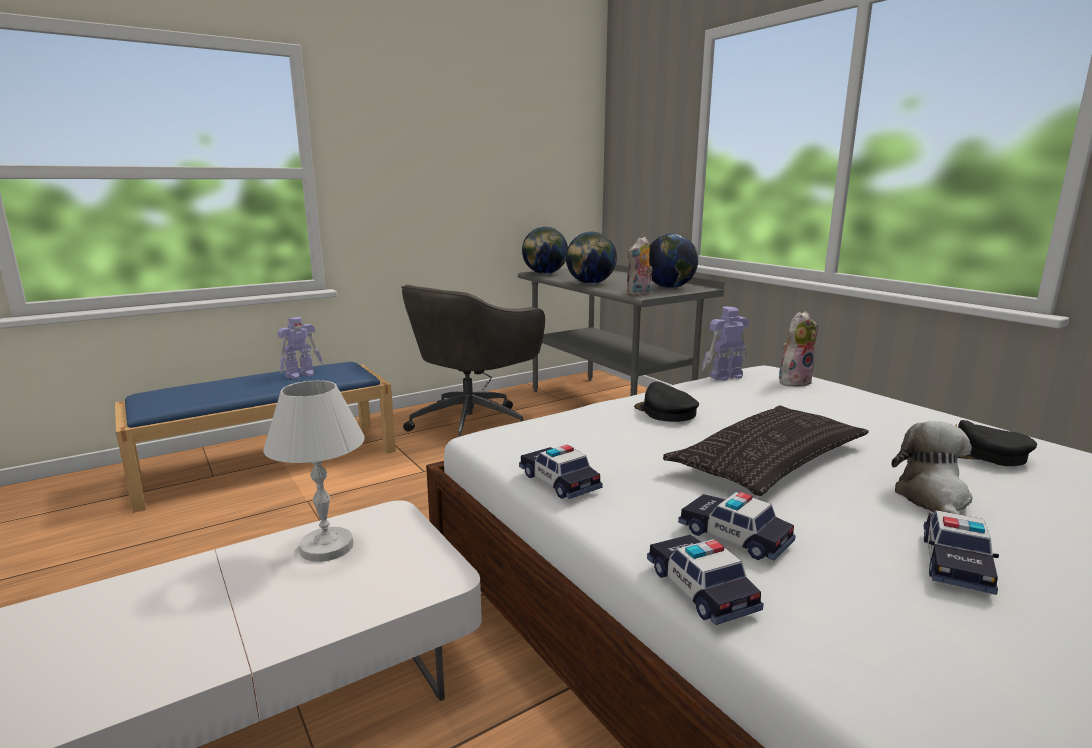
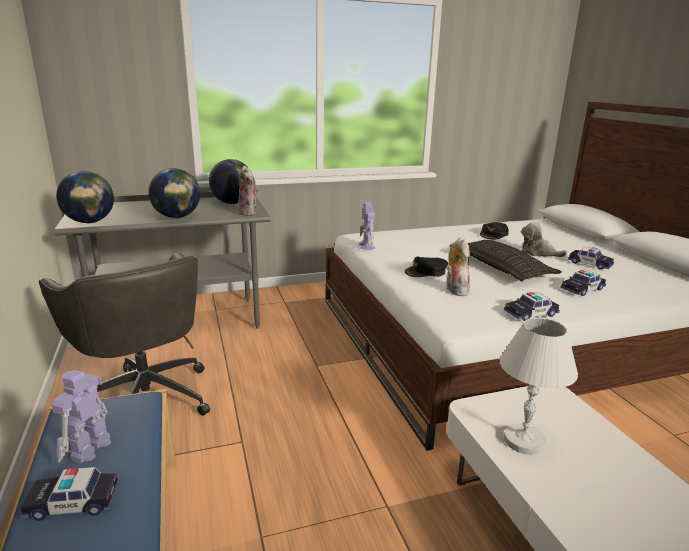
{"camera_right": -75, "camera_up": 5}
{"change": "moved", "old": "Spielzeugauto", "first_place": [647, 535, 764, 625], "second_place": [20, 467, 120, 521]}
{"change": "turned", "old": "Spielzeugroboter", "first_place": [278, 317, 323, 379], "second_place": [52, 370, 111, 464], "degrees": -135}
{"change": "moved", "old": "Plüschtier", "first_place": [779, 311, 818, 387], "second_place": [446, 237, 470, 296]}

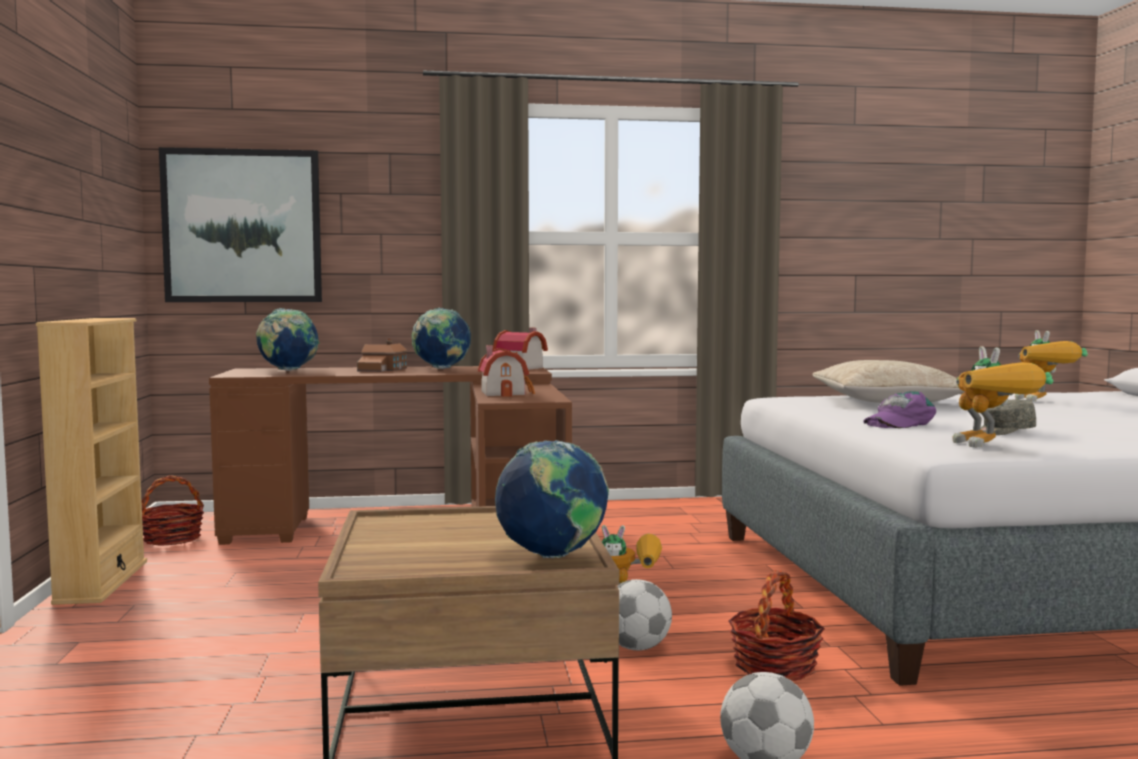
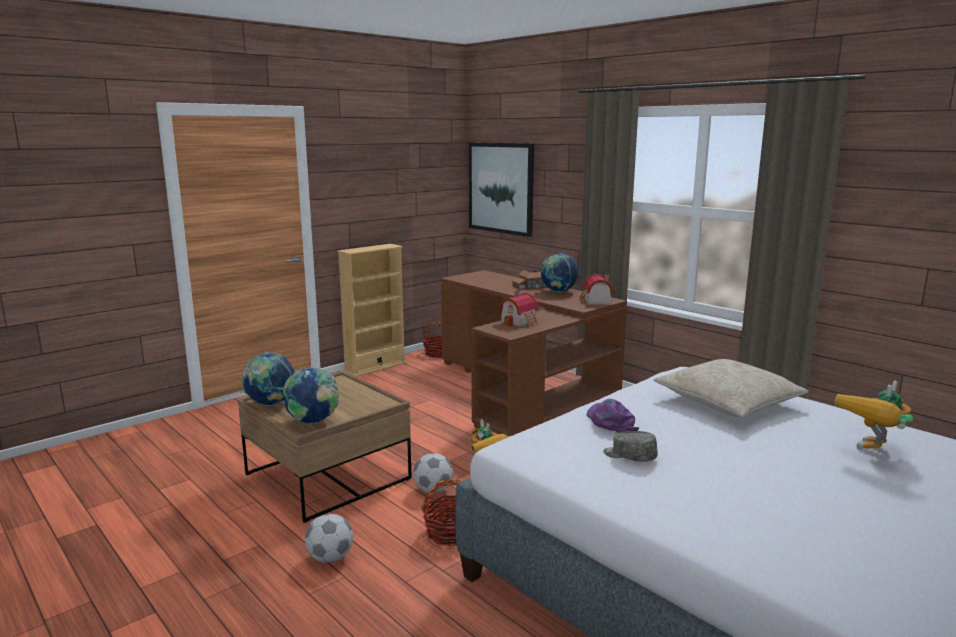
{"camera_right": 55, "camera_up": 10}
{"change": "moved", "old": "Globus", "first_place": [256, 308, 320, 371], "second_place": [241, 352, 295, 406]}
{"change": "turned", "old": "Kappe [lila]", "first_place": [863, 391, 936, 428], "second_place": [586, 399, 639, 433], "degrees": 60}
{"change": "removed", "old": "Spielzeugroboter", "first_place": [952, 346, 1053, 448]}

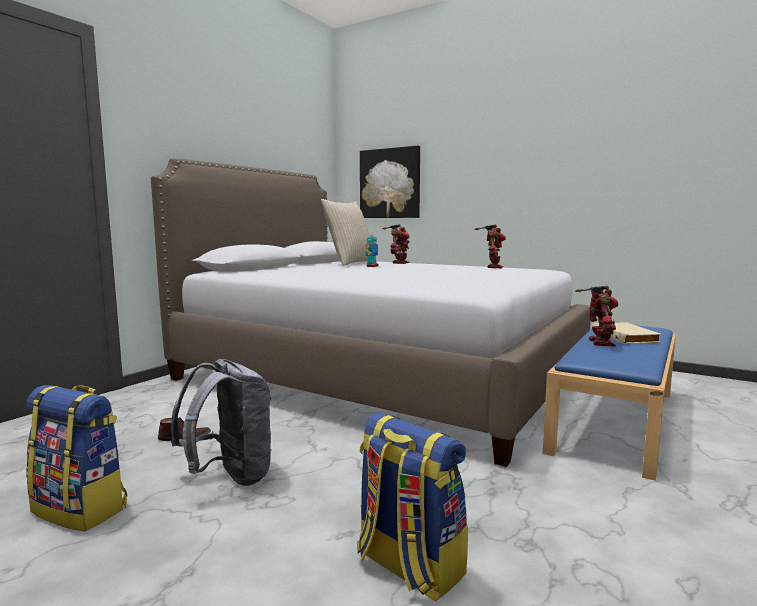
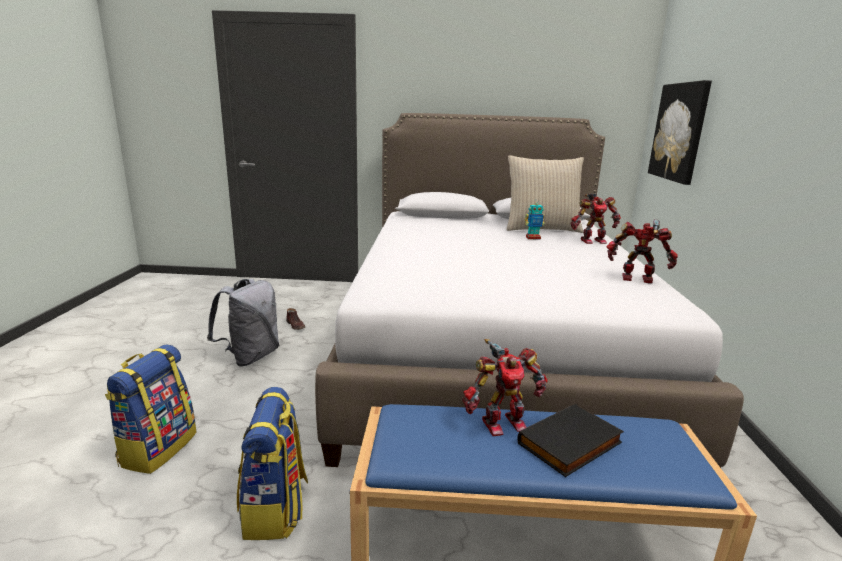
{"camera_right": 60, "camera_up": 10}
{"change": "moved", "old": "Rucksack", "first_place": [26, 385, 127, 532], "second_place": [237, 387, 308, 540]}
{"change": "recoloured", "old": "Buch [beige]", "new": "Buch [schwarz]", "first_place": [593, 322, 662, 344], "second_place": [517, 404, 624, 477]}
{"change": "turned", "old": "Spielzeugroboter", "first_place": [475, 224, 506, 268], "second_place": [607, 219, 678, 283], "degrees": -150}

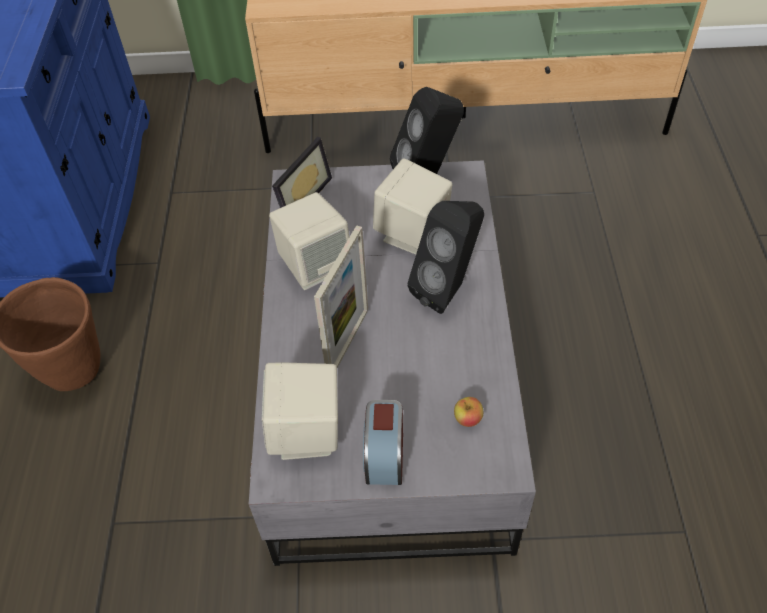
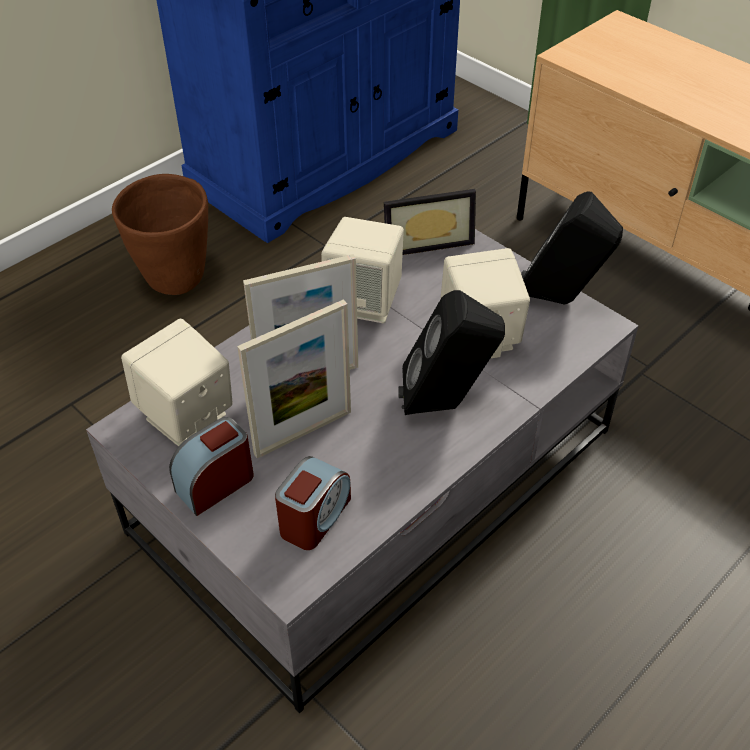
{"camera_right": 45, "camera_up": -5}
{"change": "added", "new": "Bilderrahmen", "second_place": [237, 300, 351, 458]}
{"change": "replaced", "old": "Apfel", "new": "Wecker", "first_place": [454, 397, 483, 427], "second_place": [275, 456, 351, 550]}

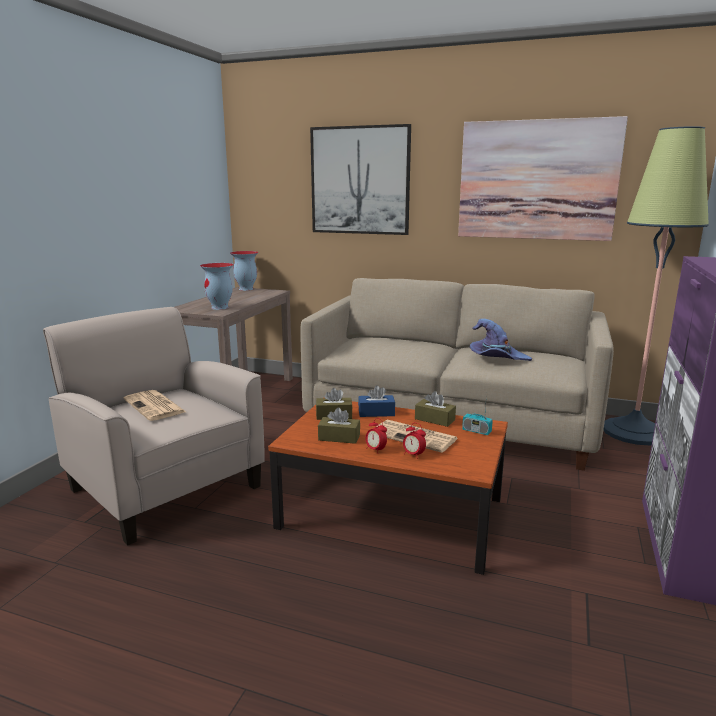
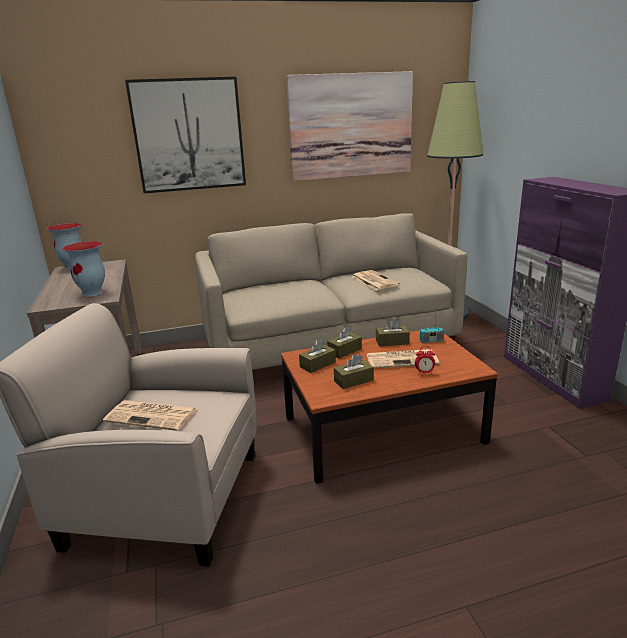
{"camera_right": -35, "camera_up": 5}
{"change": "recoloured", "old": "Taschentuchbox [blau]", "new": "Taschentuchbox [braun]", "first_place": [358, 385, 395, 417], "second_place": [327, 327, 362, 359]}
{"change": "replaced", "old": "Hut [lila]", "new": "Zeitung", "first_place": [470, 319, 532, 361], "second_place": [352, 270, 400, 290]}
{"change": "removed", "old": "Wecker", "first_place": [366, 418, 387, 453]}

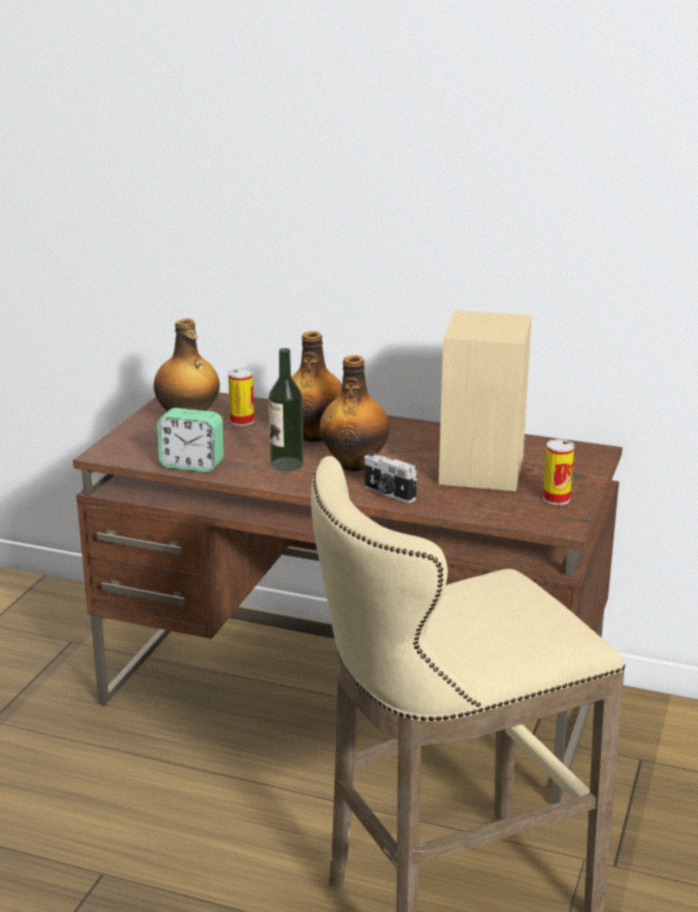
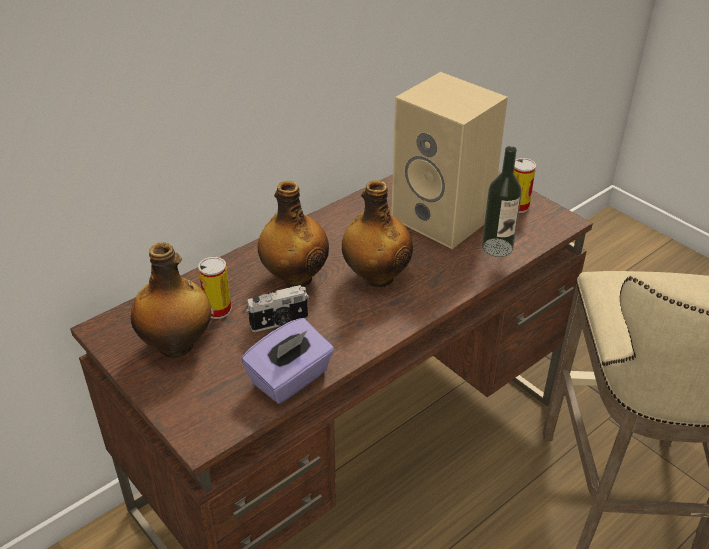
{"camera_right": -60, "camera_up": 15}
{"change": "replaced", "old": "Wecker", "new": "Taschentuchbox [lila]", "first_place": [157, 408, 224, 472], "second_place": [241, 318, 334, 404]}
{"change": "moved", "old": "Kamera", "first_place": [364, 451, 417, 503], "second_place": [246, 285, 309, 332]}
{"change": "moved", "old": "Flasche", "first_place": [269, 348, 304, 471], "second_place": [482, 146, 522, 257]}

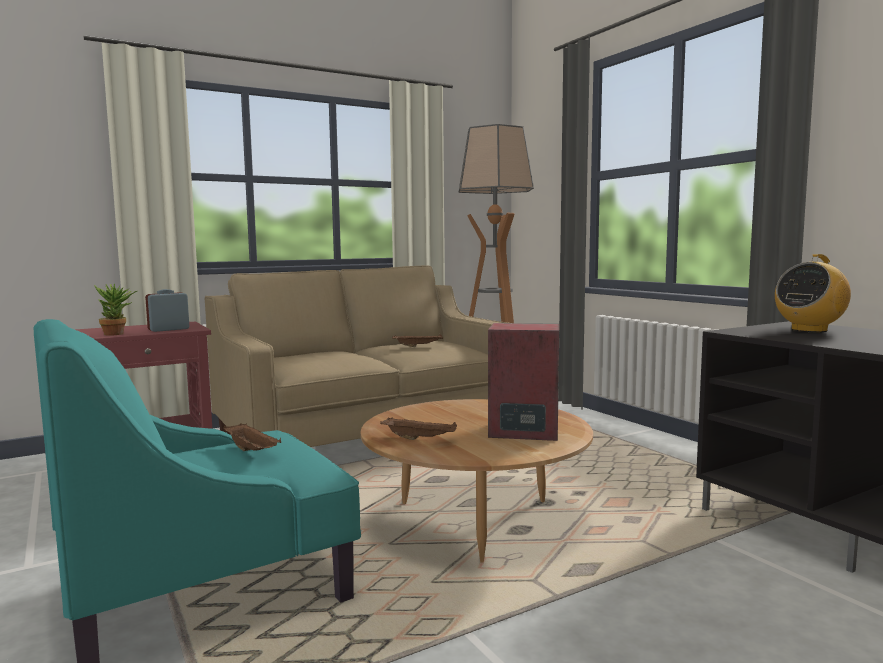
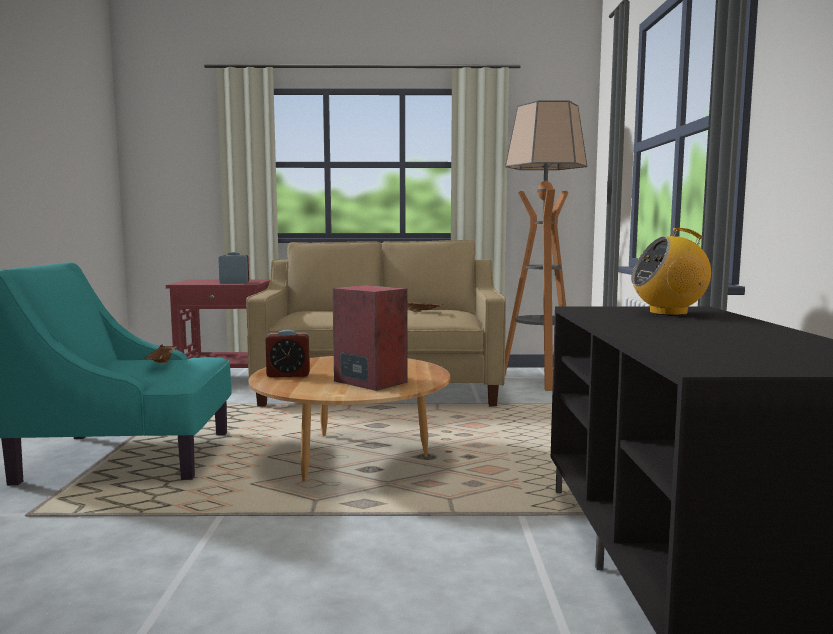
{"camera_right": 30, "camera_up": 0}
{"change": "replaced", "old": "Tablett [braun]", "new": "Wecker", "first_place": [380, 417, 457, 440], "second_place": [265, 330, 310, 377]}
{"change": "removed", "old": "Topfpflanze", "first_place": [94, 284, 137, 336]}

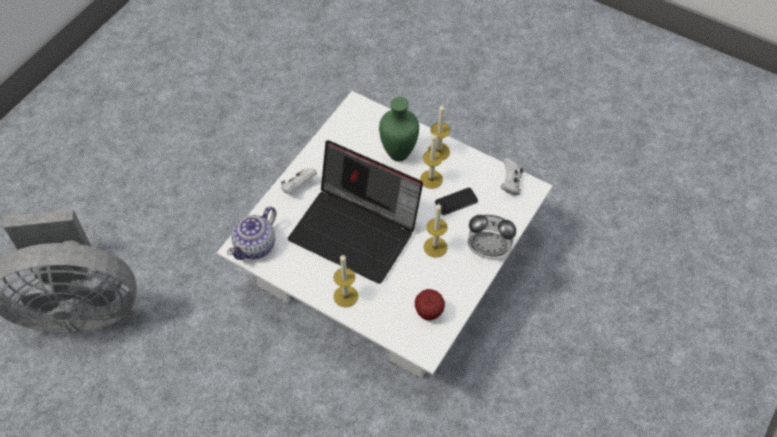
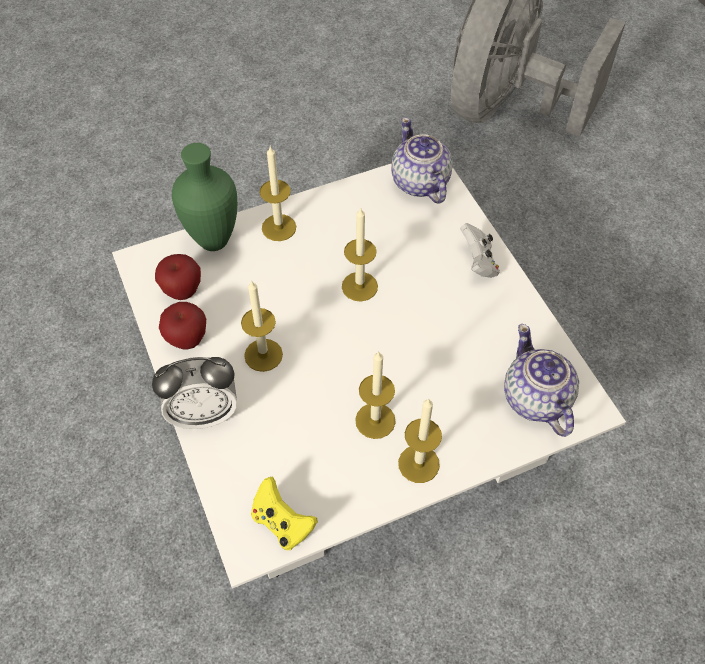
{"camera_right": 125, "camera_up": 0}
{"change": "turned", "old": "Wecker", "first_place": [468, 215, 516, 259], "second_place": [152, 357, 237, 429], "degrees": -150}
{"change": "added", "new": "Apfel", "second_place": [159, 302, 206, 349]}
{"change": "moved", "old": "Vase [grün]", "first_place": [379, 97, 419, 162], "second_place": [172, 143, 237, 251]}
{"change": "recoloured", "old": "Gamepad [weiß]", "new": "Gamepad [gelb]", "first_place": [501, 158, 523, 196], "second_place": [251, 477, 318, 550]}
{"change": "replaced", "old": "Laptop", "new": "Kerze", "first_place": [288, 140, 423, 284], "second_place": [342, 208, 378, 301]}
{"change": "added", "new": "Teekanne", "second_place": [504, 324, 579, 437]}
{"change": "removed", "old": "Handy", "first_place": [435, 188, 478, 215]}

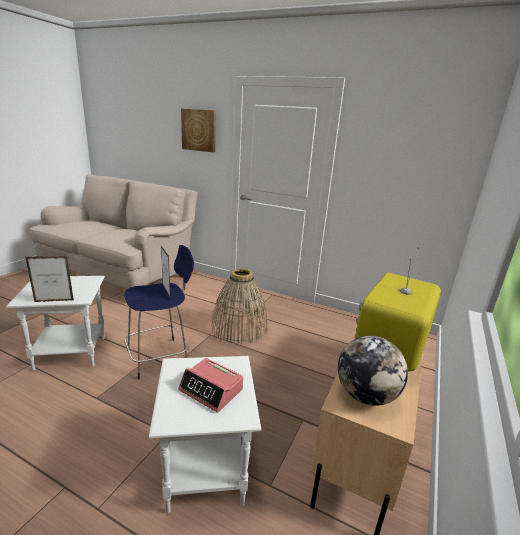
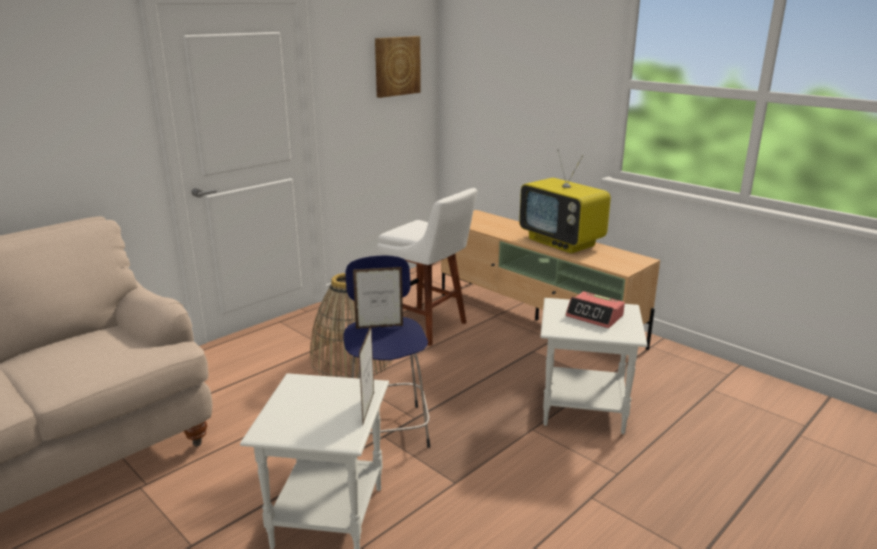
{"camera_right": -70, "camera_up": 0}
{"change": "moved", "old": "Bild", "first_place": [181, 108, 216, 152], "second_place": [375, 36, 421, 98]}
{"change": "added", "new": "Hocker [weiß]", "second_place": [377, 188, 477, 346]}
{"change": "turned", "old": "Wecker", "first_place": [178, 358, 243, 413], "second_place": [566, 291, 625, 328], "degrees": 75}
{"change": "removed", "old": "Globus", "first_place": [338, 336, 408, 406]}

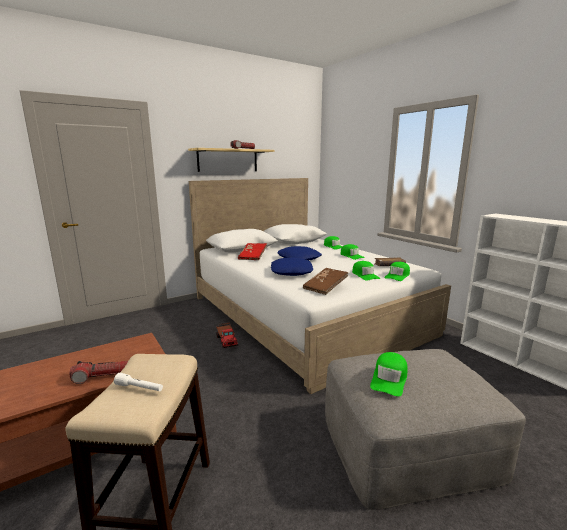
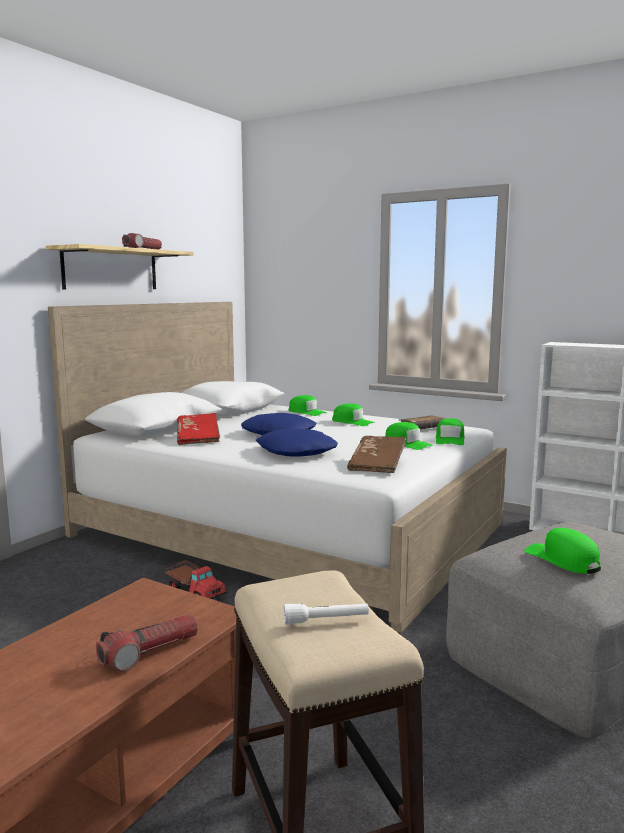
{"camera_right": -25, "camera_up": -5}
{"change": "turned", "old": "Kappe [grün]", "first_place": [370, 352, 408, 397], "second_place": [524, 528, 601, 574], "degrees": 150}

